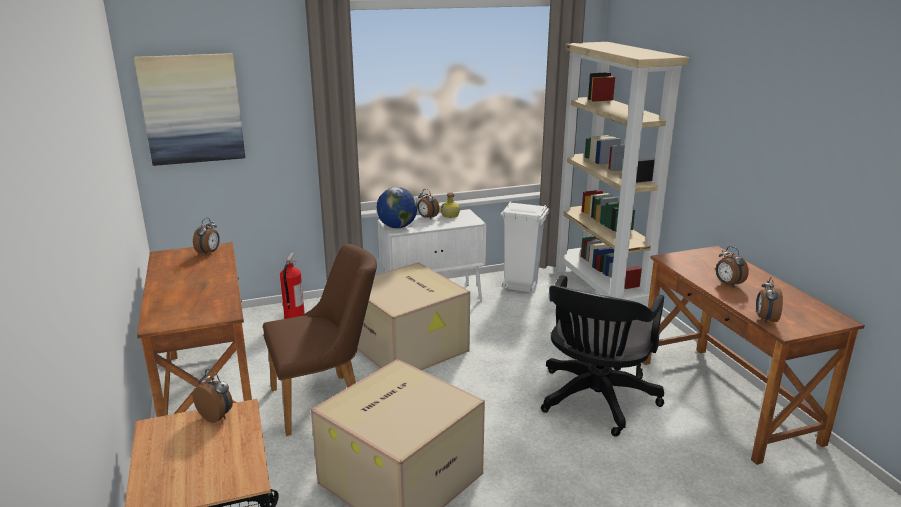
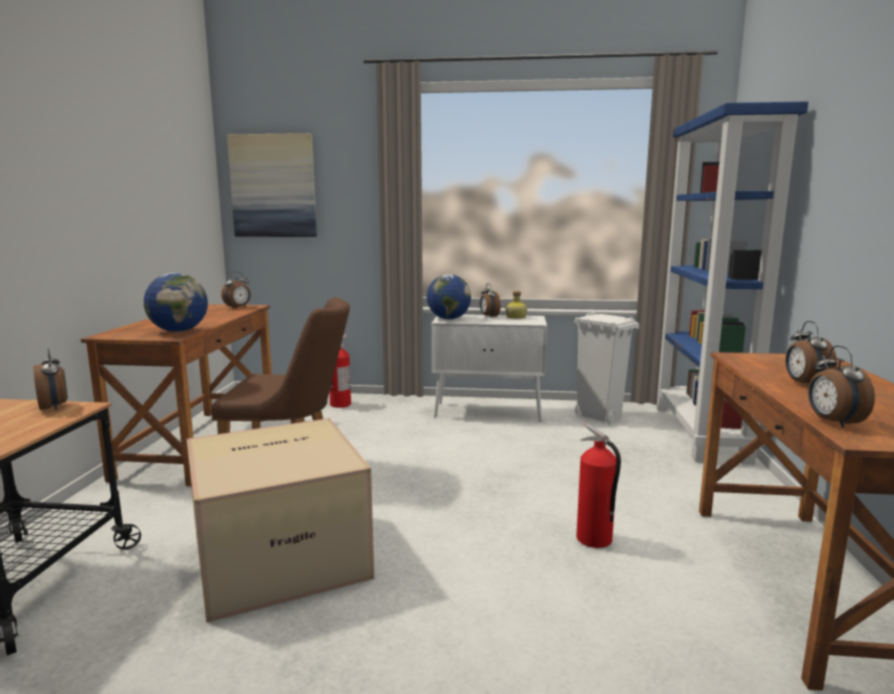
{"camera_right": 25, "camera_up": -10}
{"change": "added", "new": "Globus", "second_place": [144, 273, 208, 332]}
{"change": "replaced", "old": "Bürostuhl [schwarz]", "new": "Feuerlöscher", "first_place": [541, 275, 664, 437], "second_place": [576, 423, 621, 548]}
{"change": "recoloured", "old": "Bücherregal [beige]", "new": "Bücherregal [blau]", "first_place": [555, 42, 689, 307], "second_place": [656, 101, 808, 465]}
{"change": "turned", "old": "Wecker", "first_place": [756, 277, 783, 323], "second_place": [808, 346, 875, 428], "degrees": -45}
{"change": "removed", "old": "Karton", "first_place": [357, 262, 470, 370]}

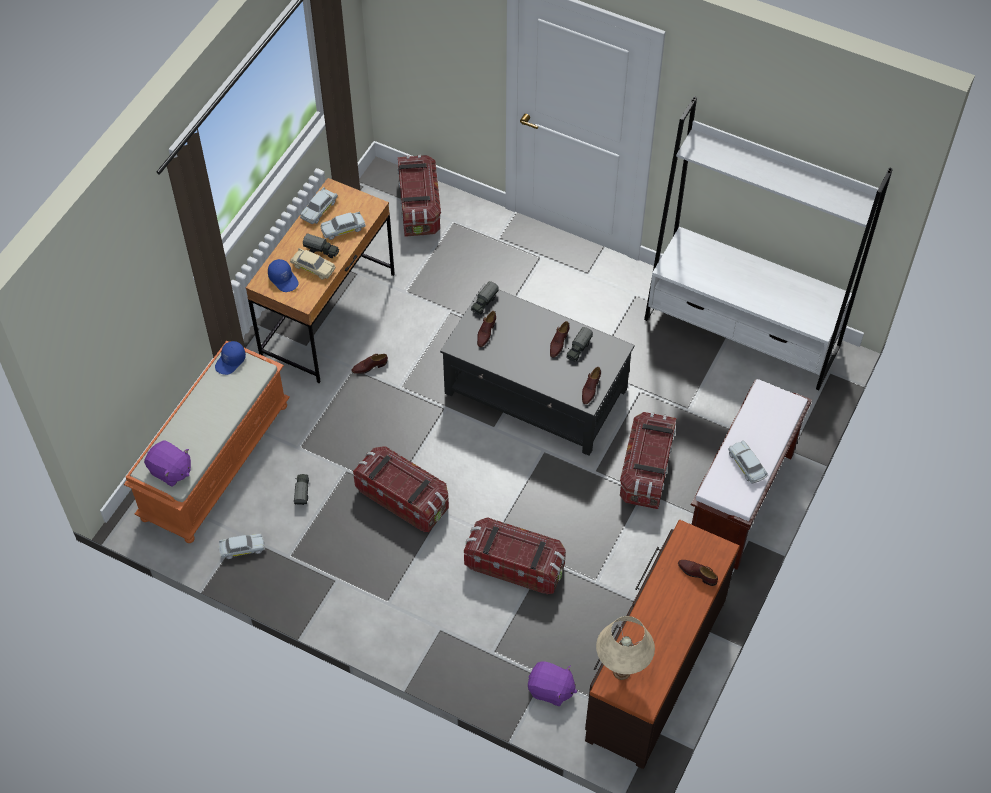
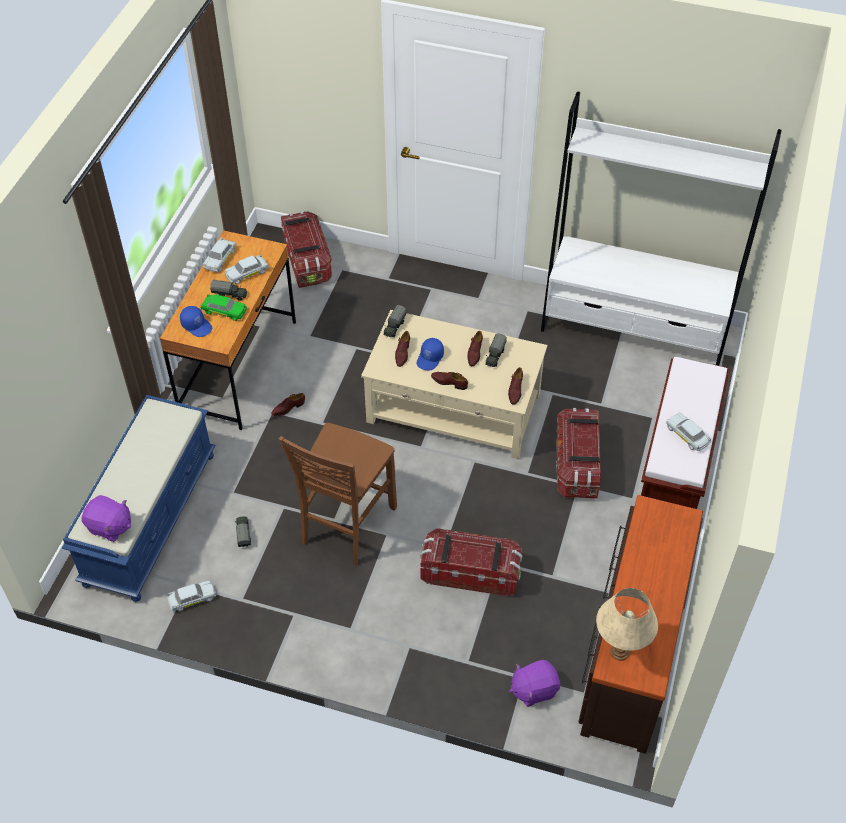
{"camera_right": -10, "camera_up": -5}
{"change": "recoloured", "old": "Bank [orange]", "new": "Bank [blau]", "first_place": [124, 341, 290, 543], "second_place": [62, 395, 216, 602]}
{"change": "recoloured", "old": "Spielzeugauto [beige]", "new": "Spielzeugauto [grün]", "first_place": [290, 248, 335, 280], "second_place": [201, 294, 247, 321]}
{"change": "replaced", "old": "Aufbewahrungsbox", "new": "Stuhl [braun]", "first_place": [353, 446, 449, 532], "second_place": [279, 423, 397, 565]}
{"change": "recoloured", "old": "Couchtisch [schwarz]", "new": "Couchtisch [beige]", "first_place": [440, 284, 635, 456], "second_place": [361, 310, 547, 460]}
{"change": "moved", "old": "Kappe [blau]", "first_place": [215, 341, 246, 375], "second_place": [416, 338, 444, 370]}
{"change": "moved", "old": "Schuh [braun]", "first_place": [678, 560, 718, 586], "second_place": [431, 372, 468, 390]}
{"change": "turned", "old": "Plüschtier [lila]", "first_place": [528, 661, 577, 706], "second_place": [510, 660, 560, 707], "degrees": 150}

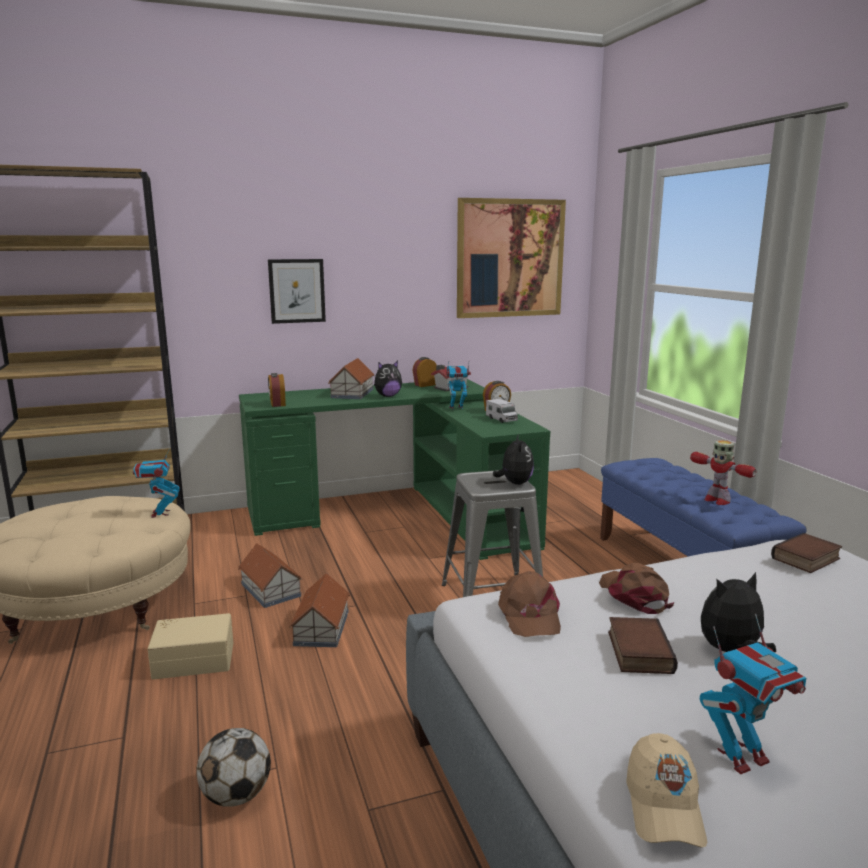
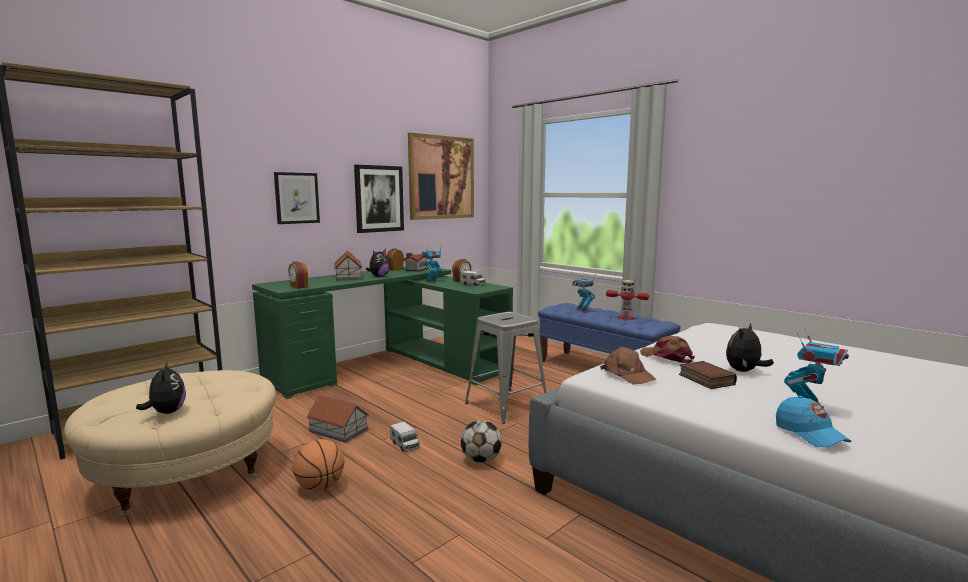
{"camera_right": -25, "camera_up": -5}
{"change": "moved", "old": "Plüschtier", "first_place": [493, 434, 534, 485], "second_place": [136, 362, 186, 414]}
{"change": "replaced", "old": "Aufbewahrungsbox [beige]", "new": "Basketball", "first_place": [148, 613, 233, 680], "second_place": [292, 439, 344, 491]}
{"change": "added", "new": "Bild", "second_place": [354, 165, 404, 233]}
{"change": "replaced", "old": "Spielzeughaus", "new": "Spielzeuglaster", "first_place": [289, 573, 350, 647], "second_place": [390, 422, 420, 452]}
{"change": "moved", "old": "Fußball", "first_place": [196, 728, 271, 807], "second_place": [461, 420, 502, 463]}
{"change": "moved", "old": "Spielzeugroboter", "first_place": [133, 448, 180, 518], "second_place": [573, 272, 595, 311]}
{"change": "recoloured", "old": "Kappe [beige]", "new": "Kappe [blau]", "first_place": [626, 733, 707, 848], "second_place": [776, 396, 851, 447]}
{"change": "removed", "old": "Buch", "first_place": [771, 533, 842, 573]}

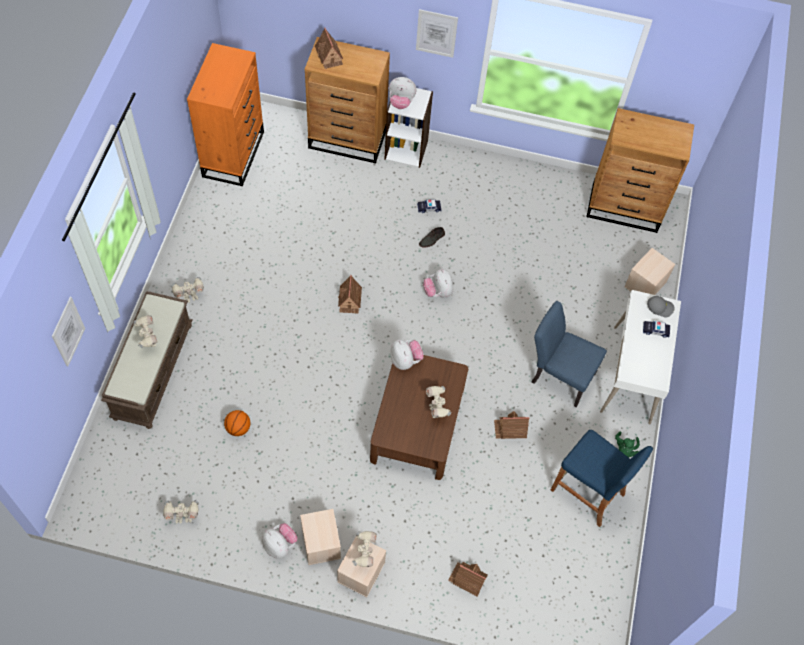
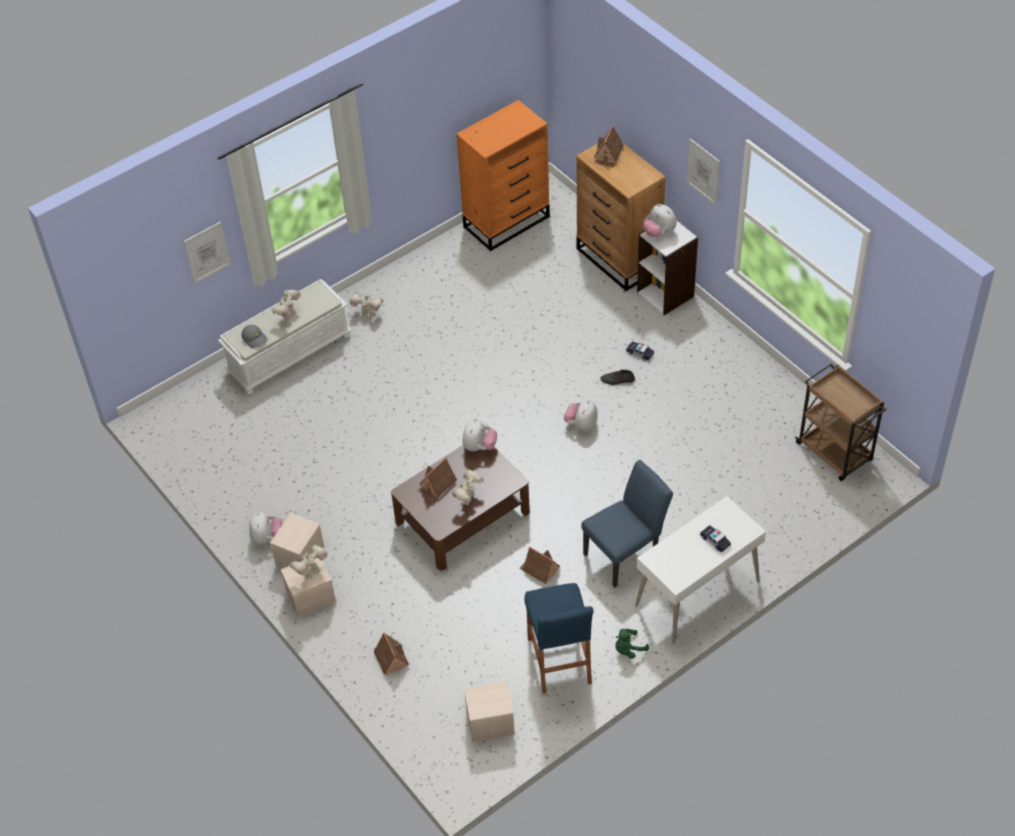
{"camera_right": 45, "camera_up": -10}
{"change": "recoloured", "old": "Bank [braun]", "new": "Bank [weiß]", "first_place": [101, 291, 193, 429], "second_place": [218, 279, 352, 394]}
{"change": "moved", "old": "Kappe [grau]", "first_place": [647, 296, 675, 318], "second_place": [241, 325, 267, 348]}
{"change": "moved", "old": "Spielzeughaus", "first_place": [338, 275, 362, 314], "second_place": [417, 458, 457, 502]}
{"change": "moved", "old": "Aufbewahrungsbox [beige]", "first_place": [624, 248, 676, 295], "second_place": [464, 682, 515, 742]}
{"change": "turned", "old": "Stuhl [blau]", "first_place": [532, 301, 607, 408], "second_place": [581, 460, 673, 588], "degrees": 75}
{"change": "replaced", "old": "Kommode [braun]", "new": "Rollwagen [braun]", "first_place": [586, 108, 694, 233], "second_place": [795, 363, 887, 481]}
{"change": "removed", "old": "Spielzeugroboter", "first_place": [163, 500, 199, 524]}
{"change": "removed", "old": "Basketball", "first_place": [224, 410, 250, 436]}

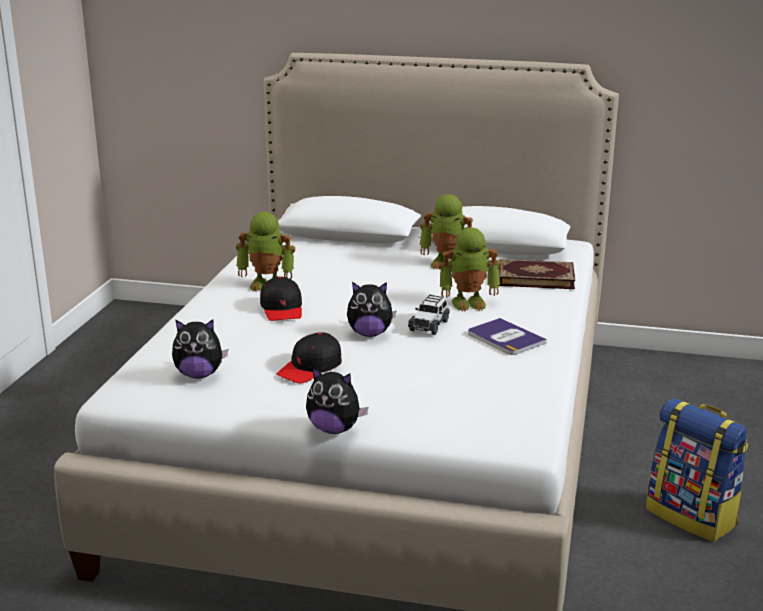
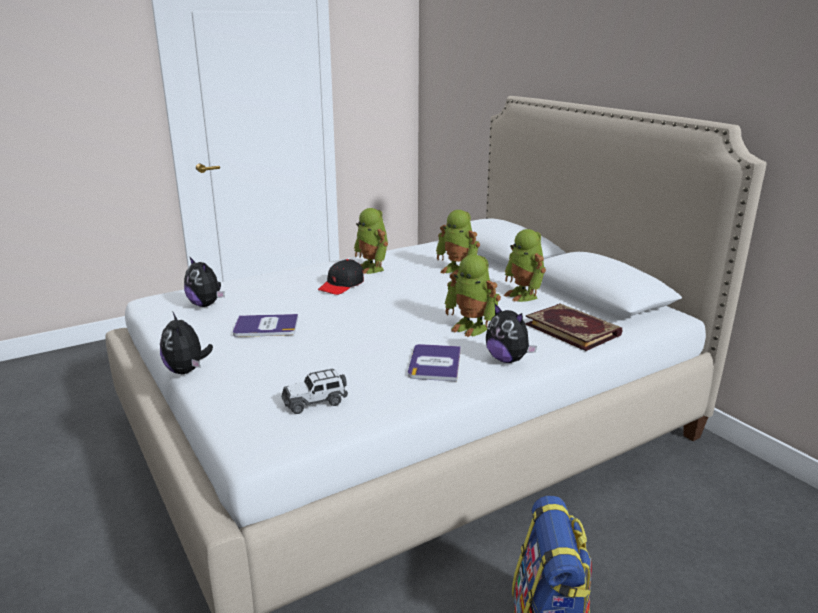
{"camera_right": 45, "camera_up": 0}
{"change": "replaced", "old": "Kappe [schwarz]", "new": "Buch", "first_place": [277, 332, 342, 384], "second_place": [233, 314, 298, 337]}
{"change": "moved", "old": "Spielzeugauto", "first_place": [408, 294, 450, 335], "second_place": [281, 369, 348, 414]}
{"change": "added", "new": "Spielzeugroboter", "second_place": [436, 210, 480, 274]}
{"change": "moved", "old": "Plüschtier", "first_place": [347, 282, 396, 337], "second_place": [486, 304, 537, 363]}

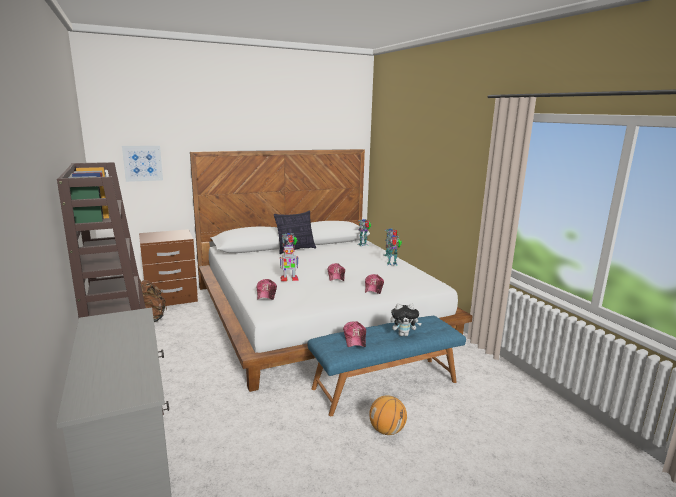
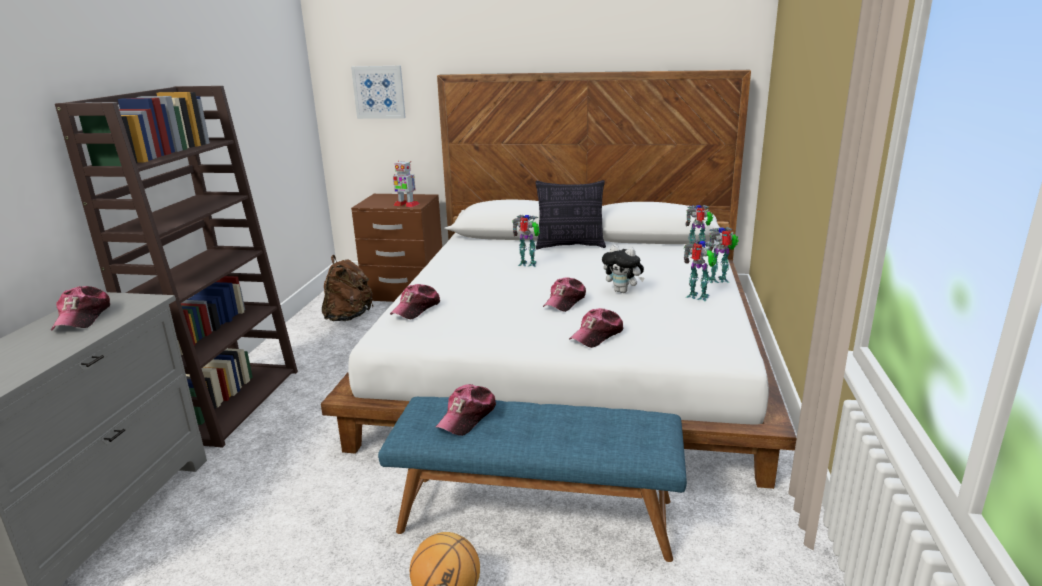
{"camera_right": 35, "camera_up": 5}
{"change": "added", "new": "Kappe", "second_place": [51, 286, 110, 331]}
{"change": "moved", "old": "Spielzeugroboter", "first_place": [280, 246, 299, 281], "second_place": [393, 161, 419, 207]}
{"change": "moved", "old": "Plüschtier", "first_place": [390, 303, 422, 336], "second_place": [602, 245, 644, 293]}

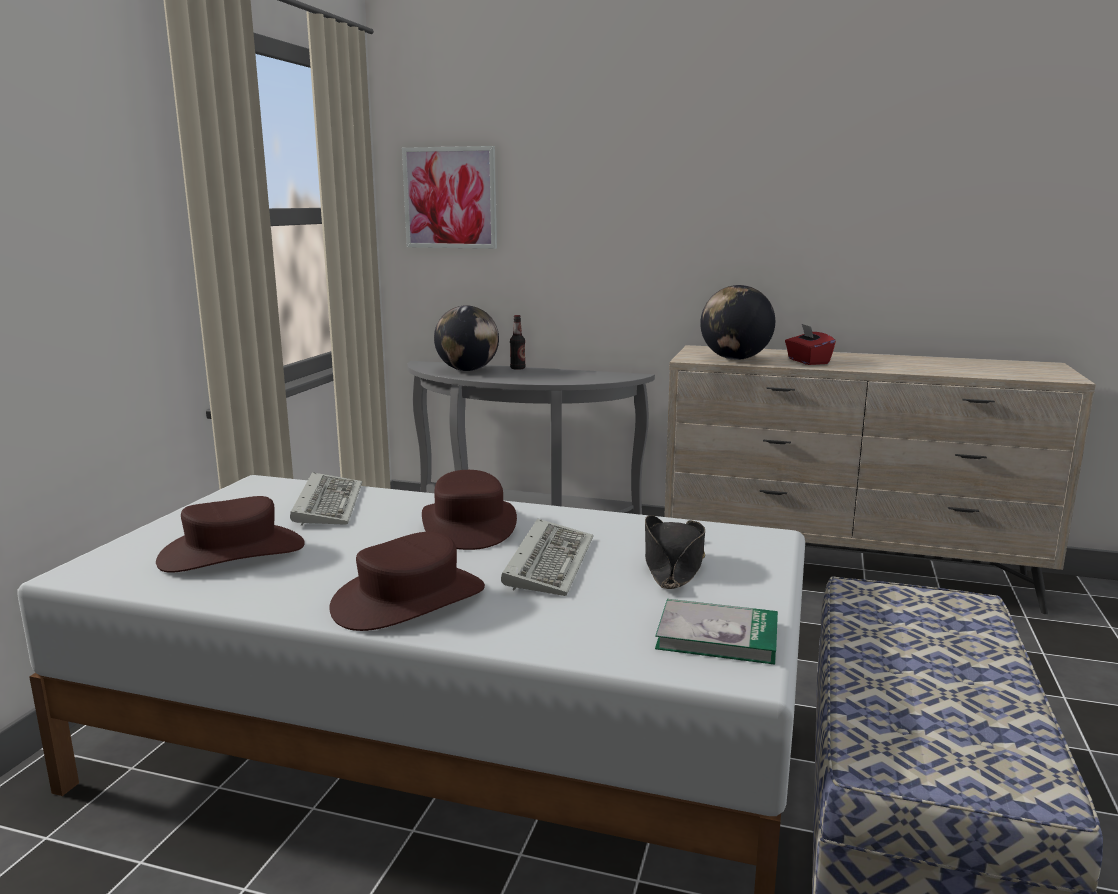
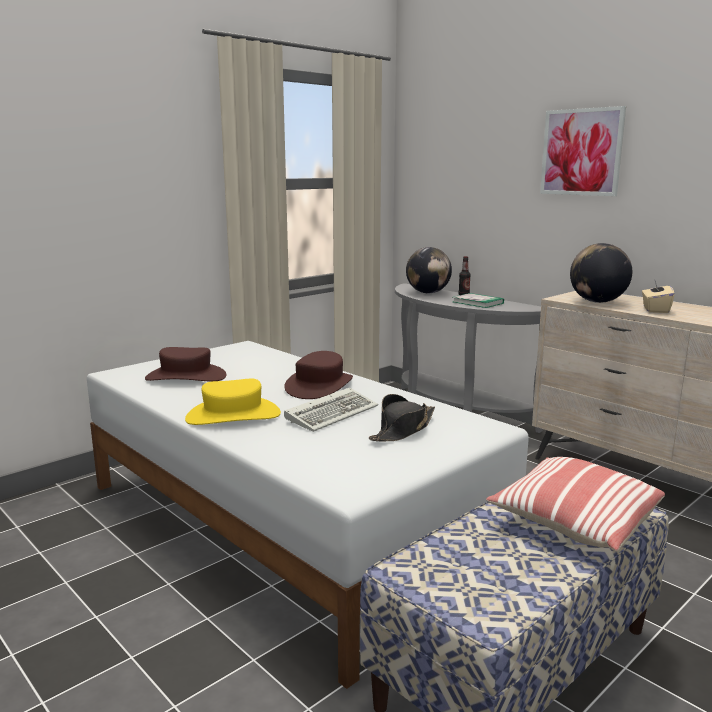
{"camera_right": 30, "camera_up": 0}
{"change": "recoloured", "old": "Hut [braun]", "new": "Hut [gelb]", "first_place": [329, 532, 485, 631], "second_place": [185, 379, 281, 425]}
{"change": "moved", "old": "Buch", "first_place": [655, 599, 778, 665], "second_place": [453, 293, 504, 308]}
{"change": "added", "new": "Kissen", "second_place": [486, 457, 665, 552]}
{"change": "moved", "old": "Bild", "first_place": [402, 146, 497, 249], "second_place": [540, 106, 626, 196]}
{"change": "recoloured", "old": "Taschentuchbox [rot]", "new": "Taschentuchbox [beige]", "first_place": [785, 324, 836, 365], "second_place": [642, 279, 675, 313]}
{"change": "removed", "old": "Tastatur", "first_place": [290, 472, 362, 526]}

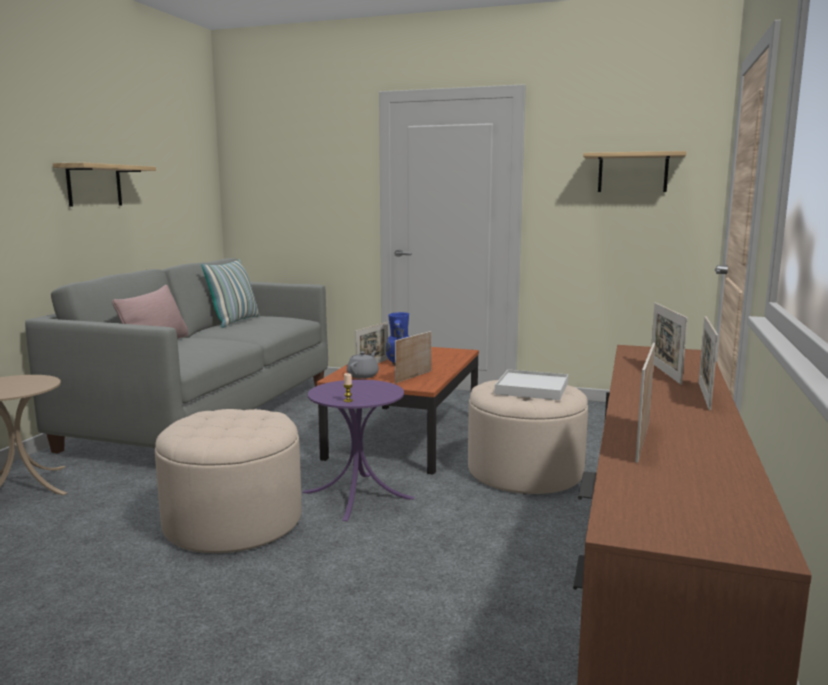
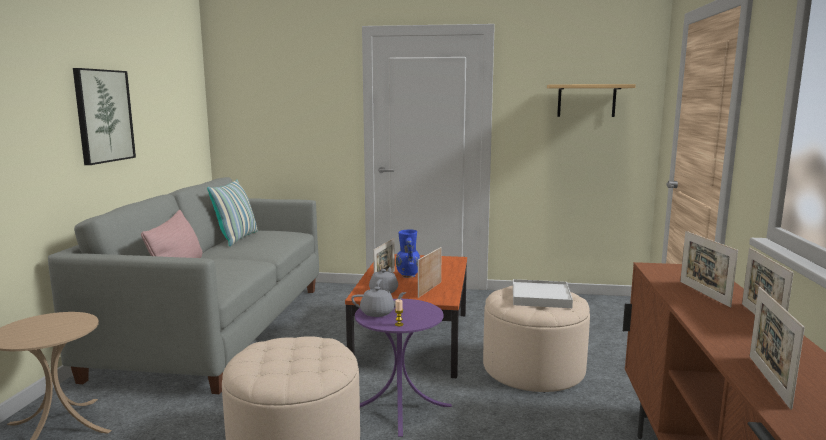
{"camera_right": -10, "camera_up": 0}
{"change": "replaced", "old": "Wandregal", "new": "Bild", "first_place": [53, 163, 156, 207], "second_place": [73, 68, 136, 165]}
{"change": "added", "new": "Teekanne [grau]", "second_place": [351, 287, 407, 317]}

